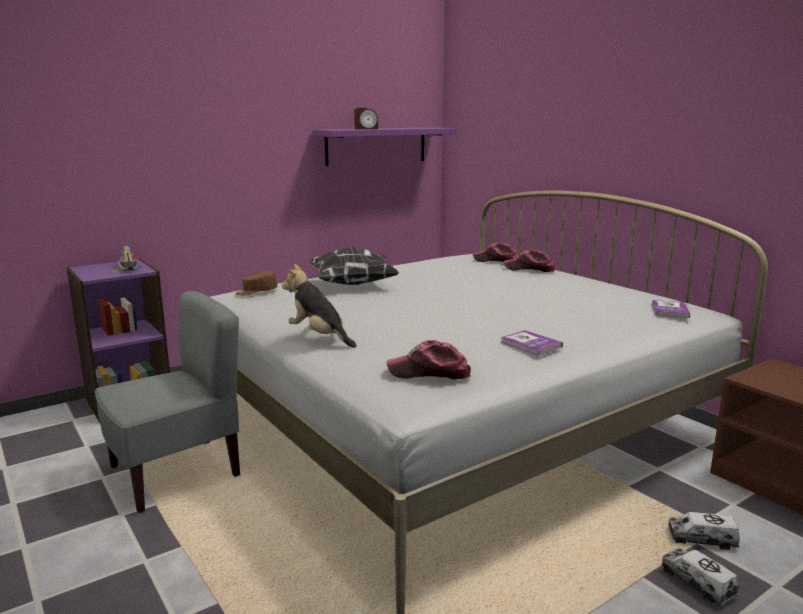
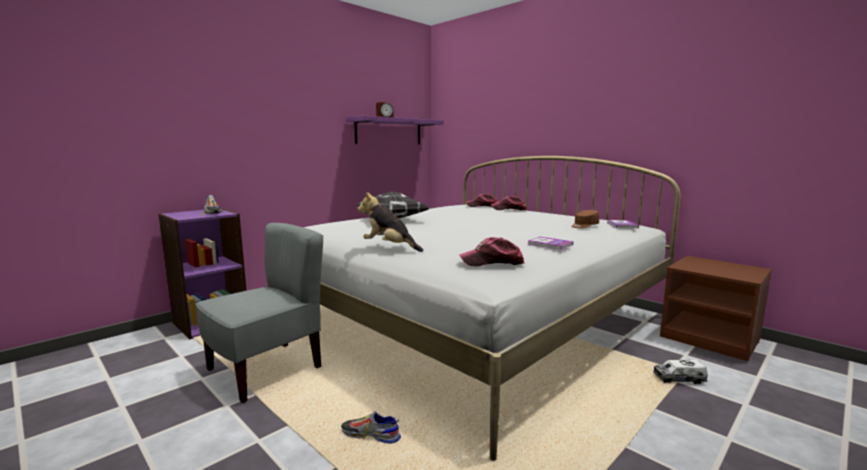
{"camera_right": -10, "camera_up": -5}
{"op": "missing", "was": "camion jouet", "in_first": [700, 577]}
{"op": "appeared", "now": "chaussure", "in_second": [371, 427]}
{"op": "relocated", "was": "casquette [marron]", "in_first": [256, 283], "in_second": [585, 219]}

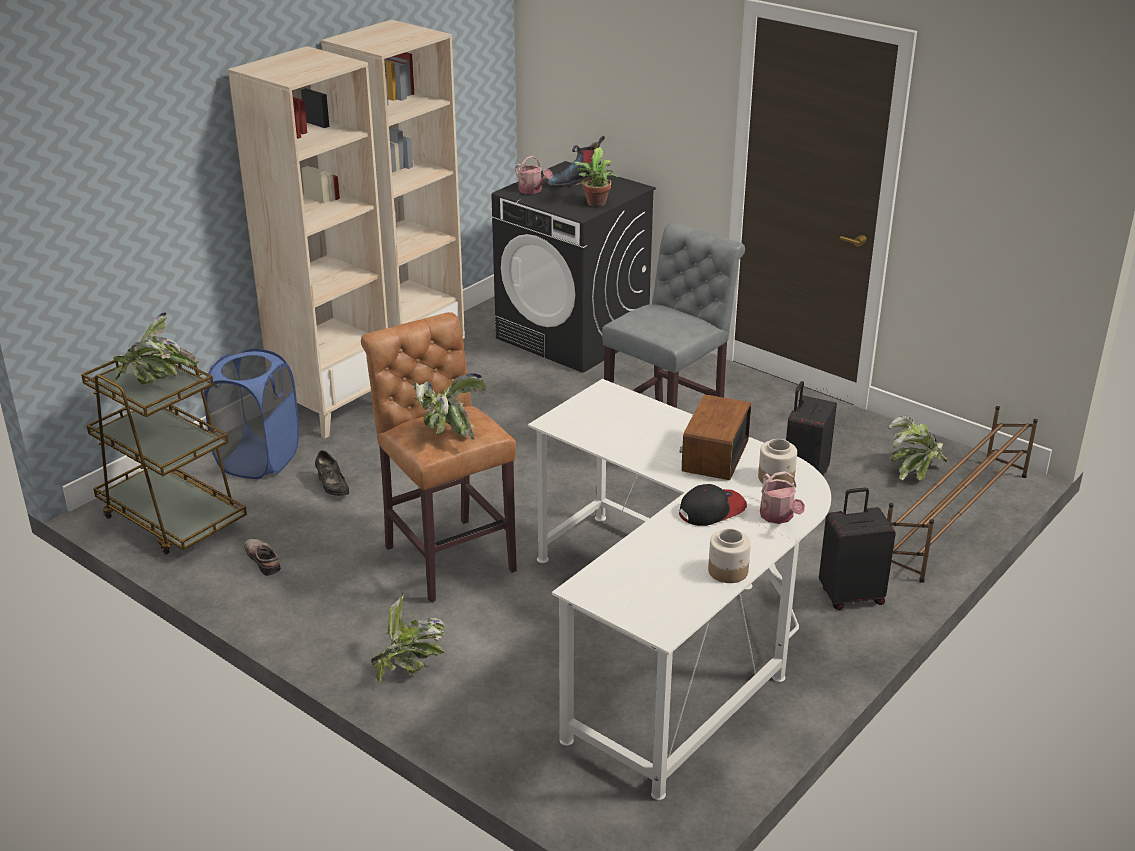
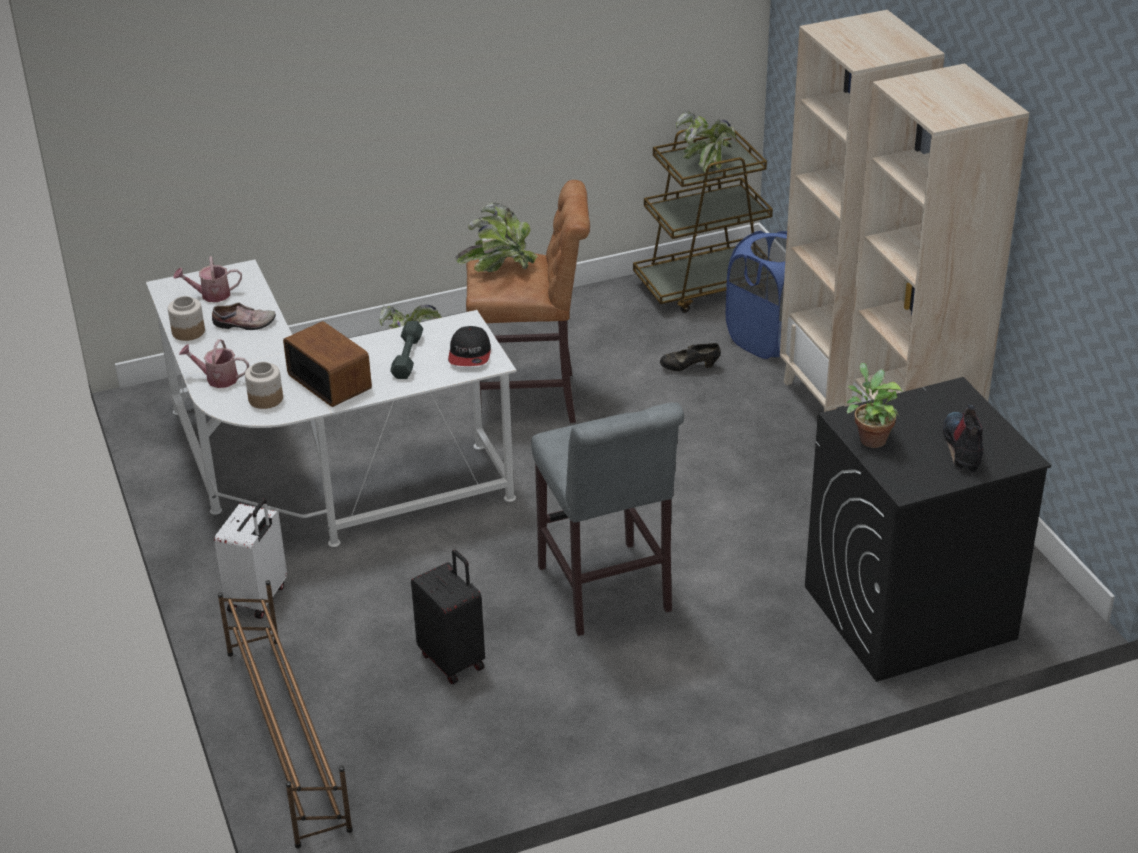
{"camera_right": 120, "camera_up": 5}
{"op": "missing", "was": "plante en pot", "in_first": [917, 447]}
{"op": "appeared", "now": "haltère [gris]", "in_second": [406, 350]}
{"op": "relocated", "was": "chaussure", "in_first": [262, 557], "in_second": [244, 316]}
{"op": "relocated", "was": "arrosoir", "in_first": [534, 175], "in_second": [207, 279]}
{"op": "relocated", "was": "casquette", "in_first": [713, 505], "in_second": [469, 346]}
{"op": "colour", "was": "valise [noir]", "now": "valise [blanc]", "in_first": [857, 549], "in_second": [250, 559]}

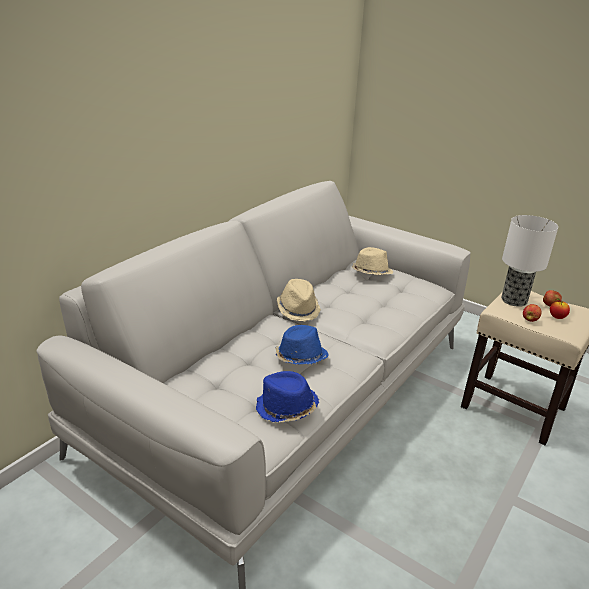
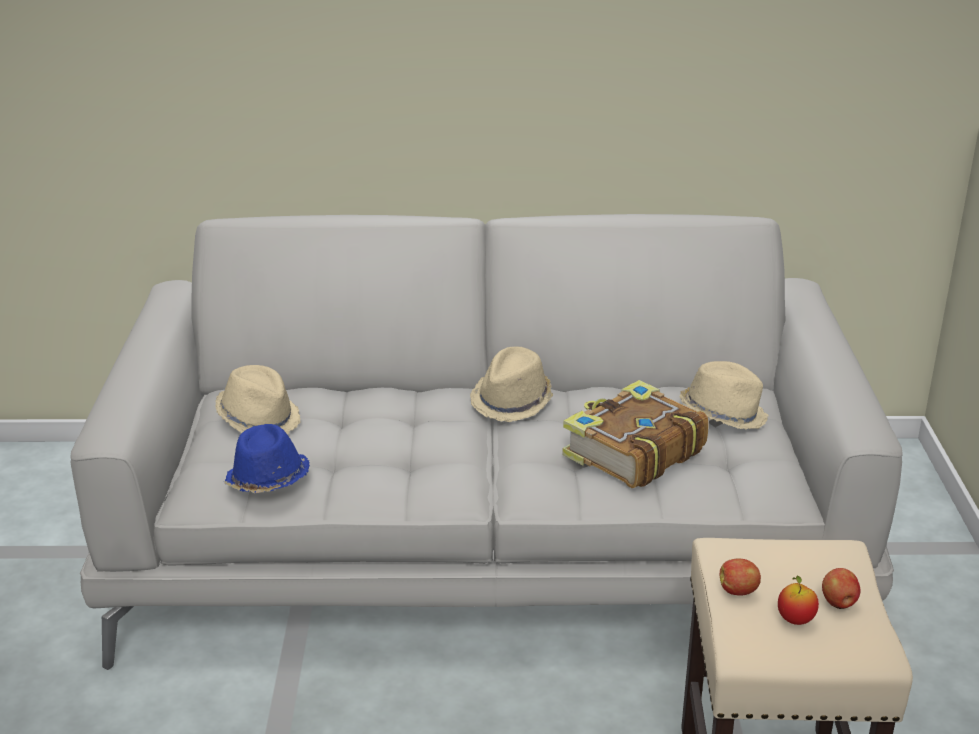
{"camera_right": 55, "camera_up": 0}
{"op": "missing", "was": "chapeau [bleu]", "in_first": [302, 345]}
{"op": "missing", "was": "lampe de table", "in_first": [529, 261]}
{"op": "appeared", "now": "chapeau [beige]", "in_second": [258, 399]}
{"op": "appeared", "now": "livre", "in_second": [635, 434]}

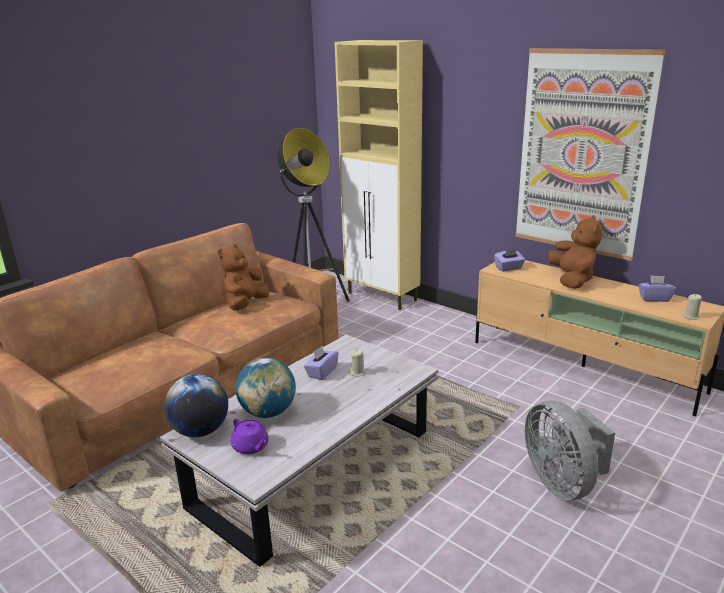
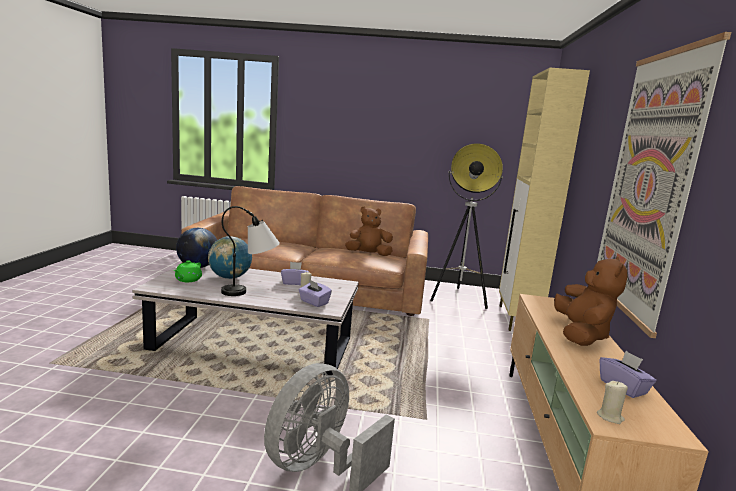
{"camera_right": 55, "camera_up": -10}
{"op": "appeared", "now": "lampe de table", "in_second": [250, 251]}
{"op": "relocated", "was": "boîte à mouchoirs [violet]", "in_first": [509, 260], "in_second": [315, 293]}
{"op": "colour", "was": "théière [violet]", "now": "théière [vert]", "in_first": [249, 437], "in_second": [188, 271]}
{"op": "spun", "was": "peluche [marron]", "in_first": [575, 252], "in_second": [590, 301], "clockwise": -45}

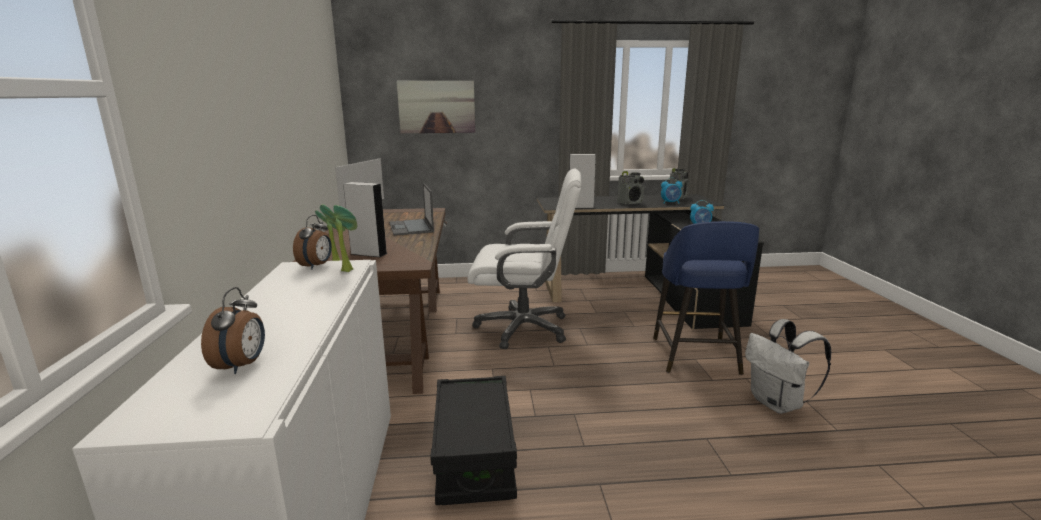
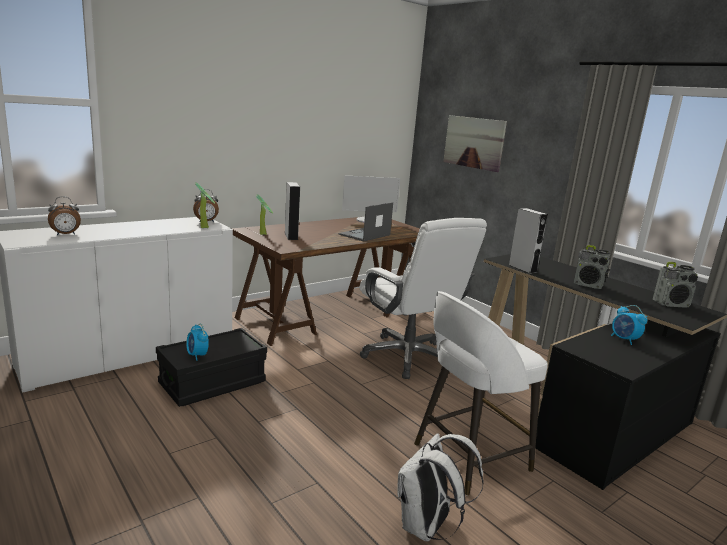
{"camera_right": 55, "camera_up": 0}
{"op": "relocated", "was": "réveil", "in_first": [671, 191], "in_second": [197, 342]}
{"op": "colour", "was": "tabouret [bleu]", "now": "tabouret [blanc]", "in_first": [706, 298], "in_second": [481, 393]}

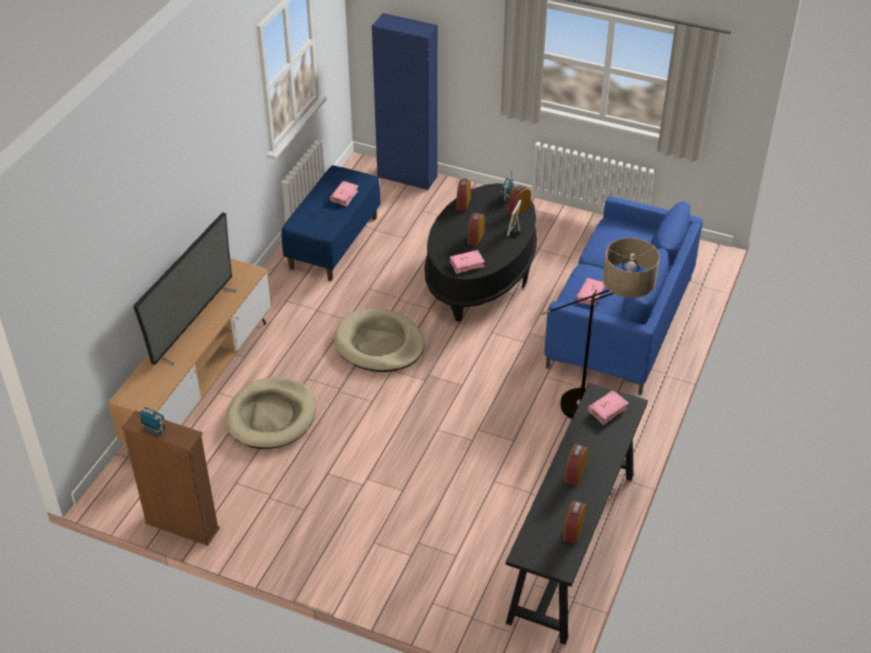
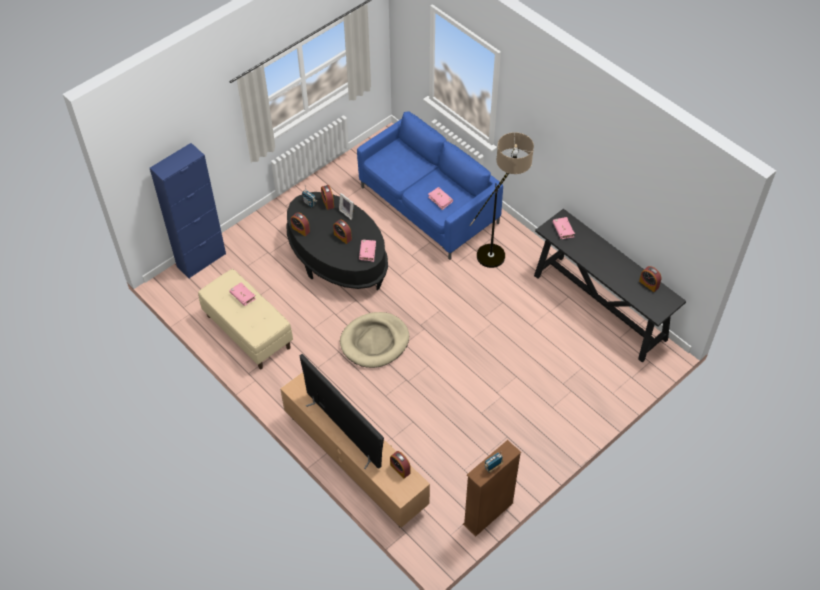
{"camera_right": -65, "camera_up": 10}
{"op": "missing", "was": "panier pour chien [beige]", "in_first": [270, 413]}
{"op": "relocated", "was": "réveil", "in_first": [576, 465], "in_second": [400, 465]}
{"op": "colour", "was": "banc [bleu]", "now": "banc [beige]", "in_first": [330, 223], "in_second": [245, 319]}

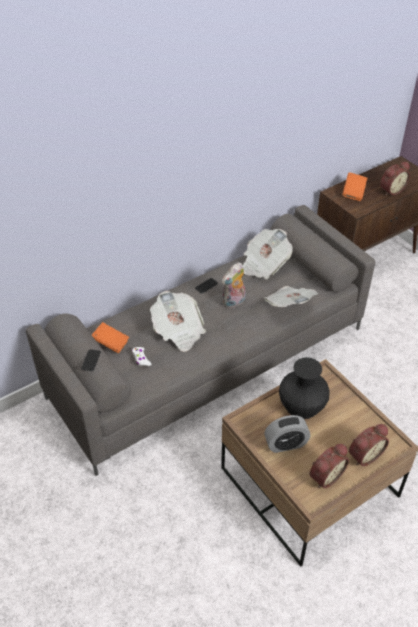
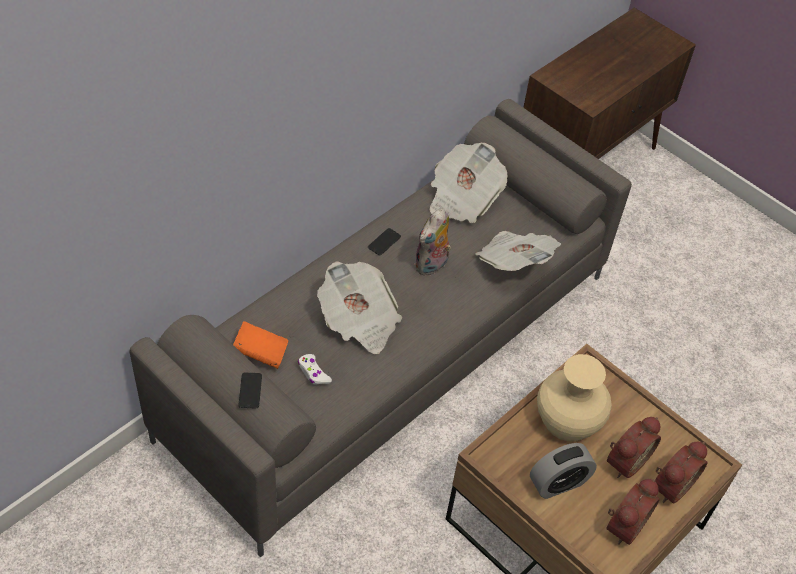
{"camera_right": -15, "camera_up": 5}
{"op": "missing", "was": "livre [orange]", "in_first": [355, 187]}
{"op": "relocated", "was": "réveil", "in_first": [395, 179], "in_second": [634, 447]}
{"op": "colour", "was": "vase [noir]", "now": "vase [beige]", "in_first": [304, 388], "in_second": [574, 397]}

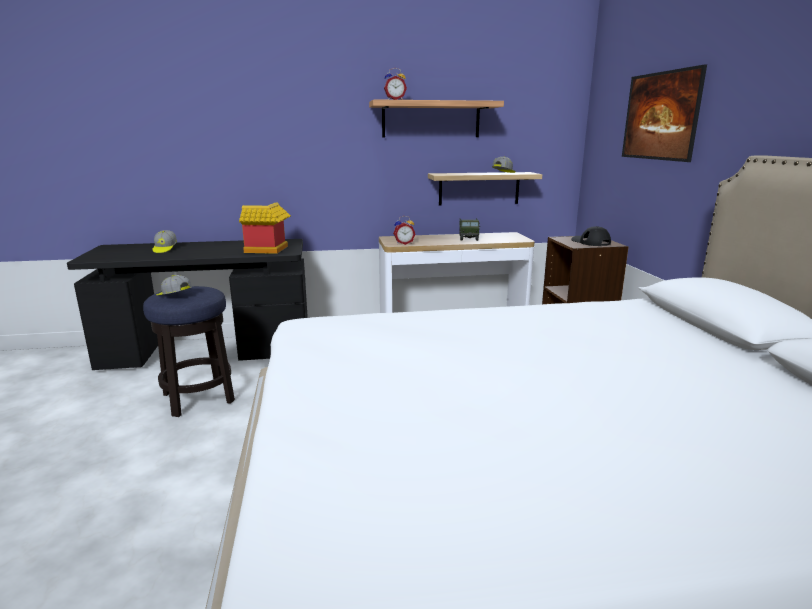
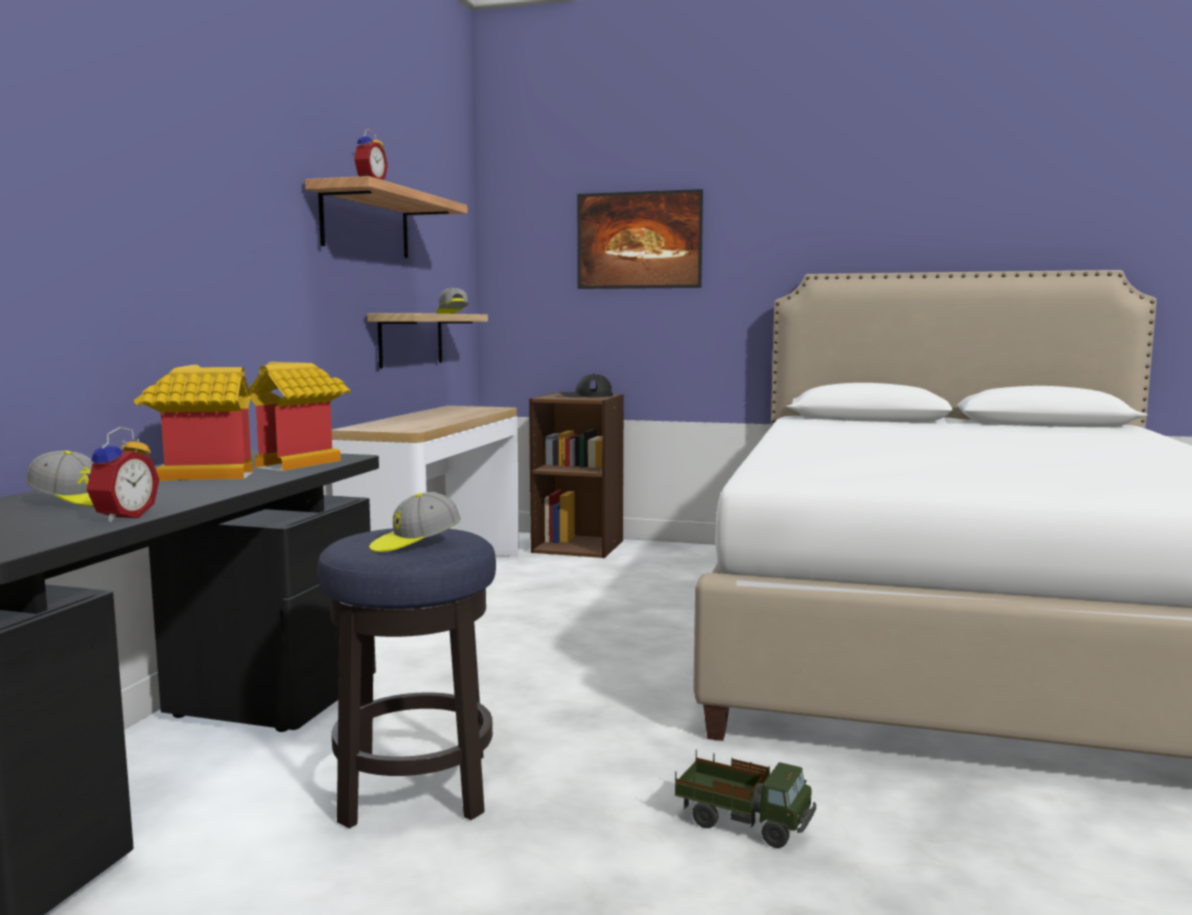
{"camera_right": -65, "camera_up": -10}
{"op": "appeared", "now": "maison miniature", "in_second": [193, 423]}
{"op": "relocated", "was": "réveil", "in_first": [404, 230], "in_second": [122, 475]}
{"op": "relocated", "was": "camion jouet", "in_first": [469, 229], "in_second": [745, 798]}

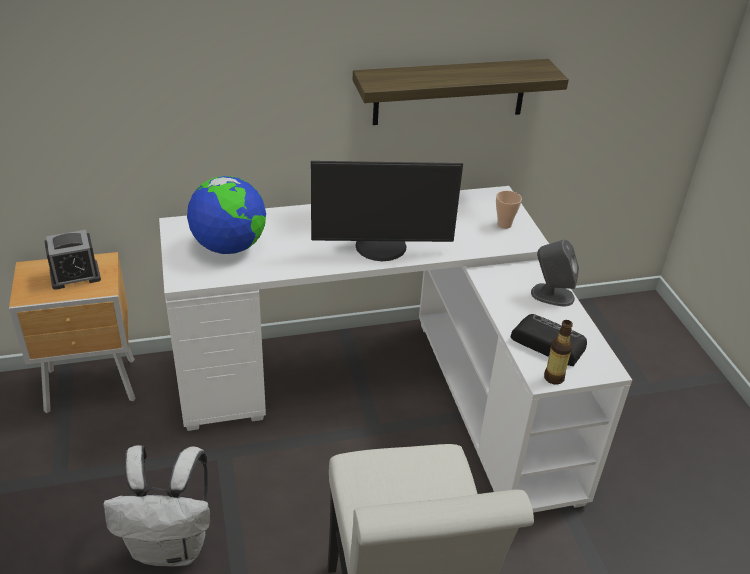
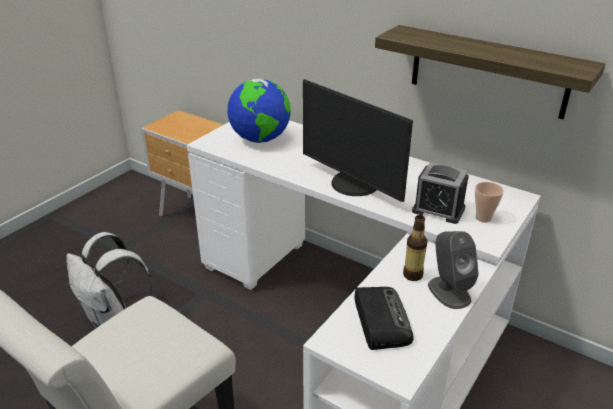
{"camera_right": 50, "camera_up": -5}
{"op": "relocated", "was": "réveil", "in_first": [72, 260], "in_second": [440, 193]}
{"op": "relocated", "was": "bouteille", "in_first": [558, 352], "in_second": [415, 248]}

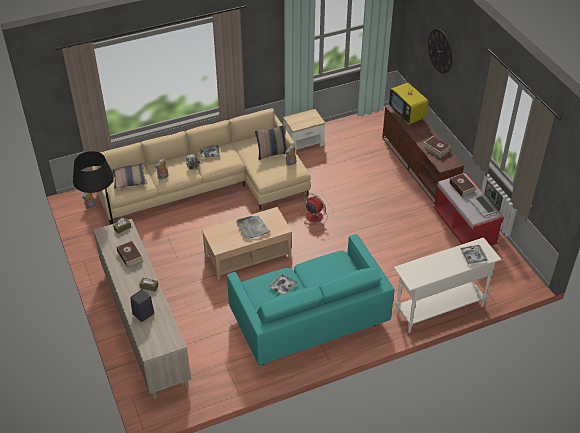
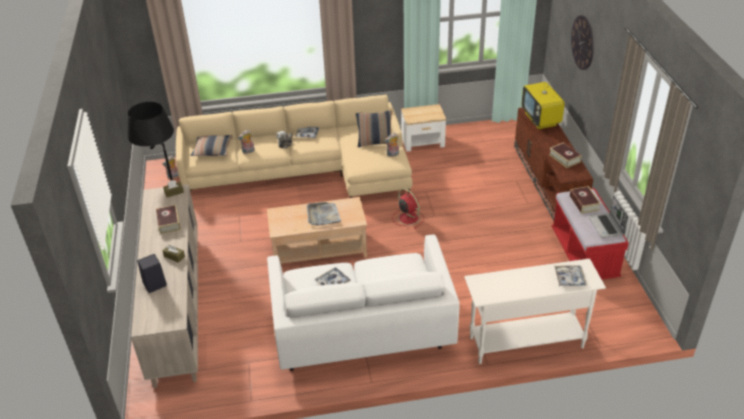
{"camera_right": 15, "camera_up": -5}
{"op": "colour", "was": "canapé [turquoise]", "now": "canapé [blanc]", "in_first": [310, 299], "in_second": [363, 302]}

